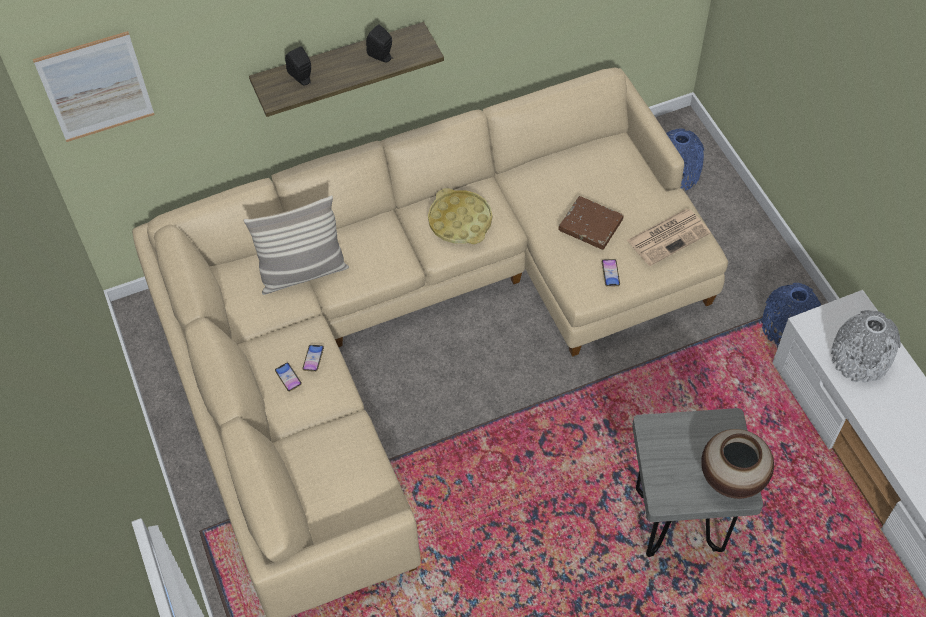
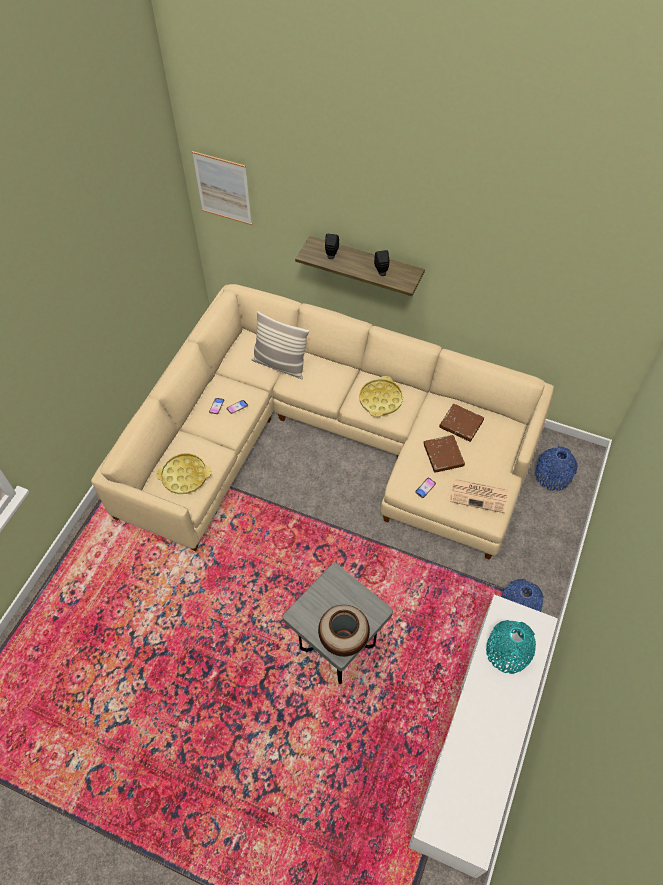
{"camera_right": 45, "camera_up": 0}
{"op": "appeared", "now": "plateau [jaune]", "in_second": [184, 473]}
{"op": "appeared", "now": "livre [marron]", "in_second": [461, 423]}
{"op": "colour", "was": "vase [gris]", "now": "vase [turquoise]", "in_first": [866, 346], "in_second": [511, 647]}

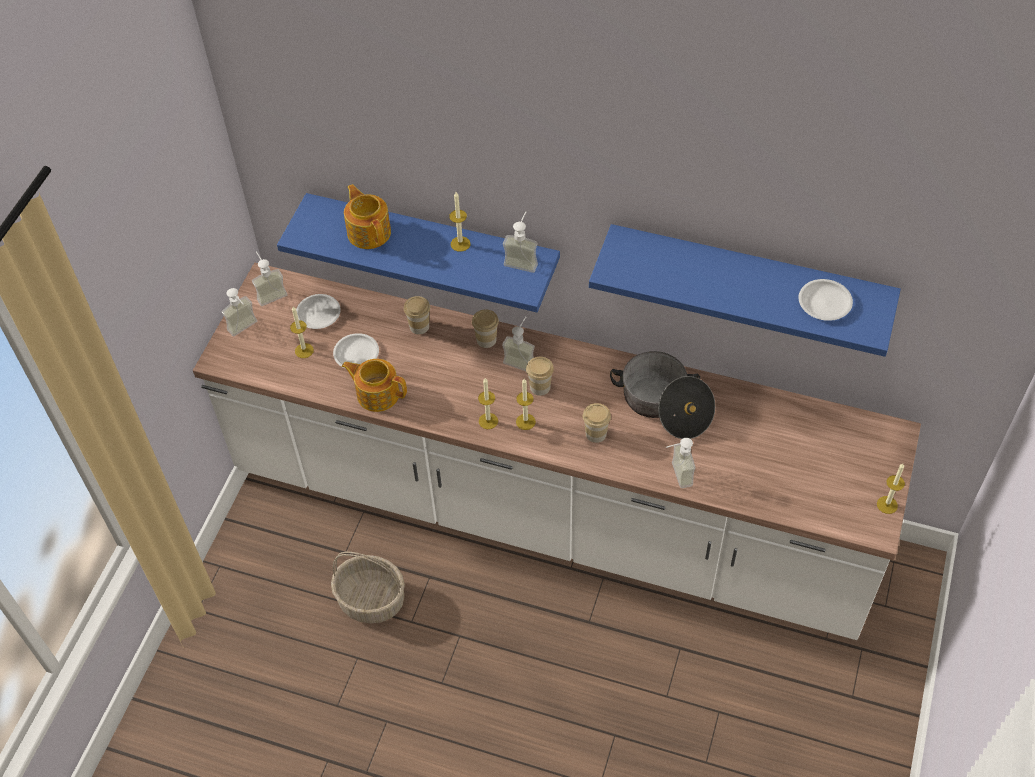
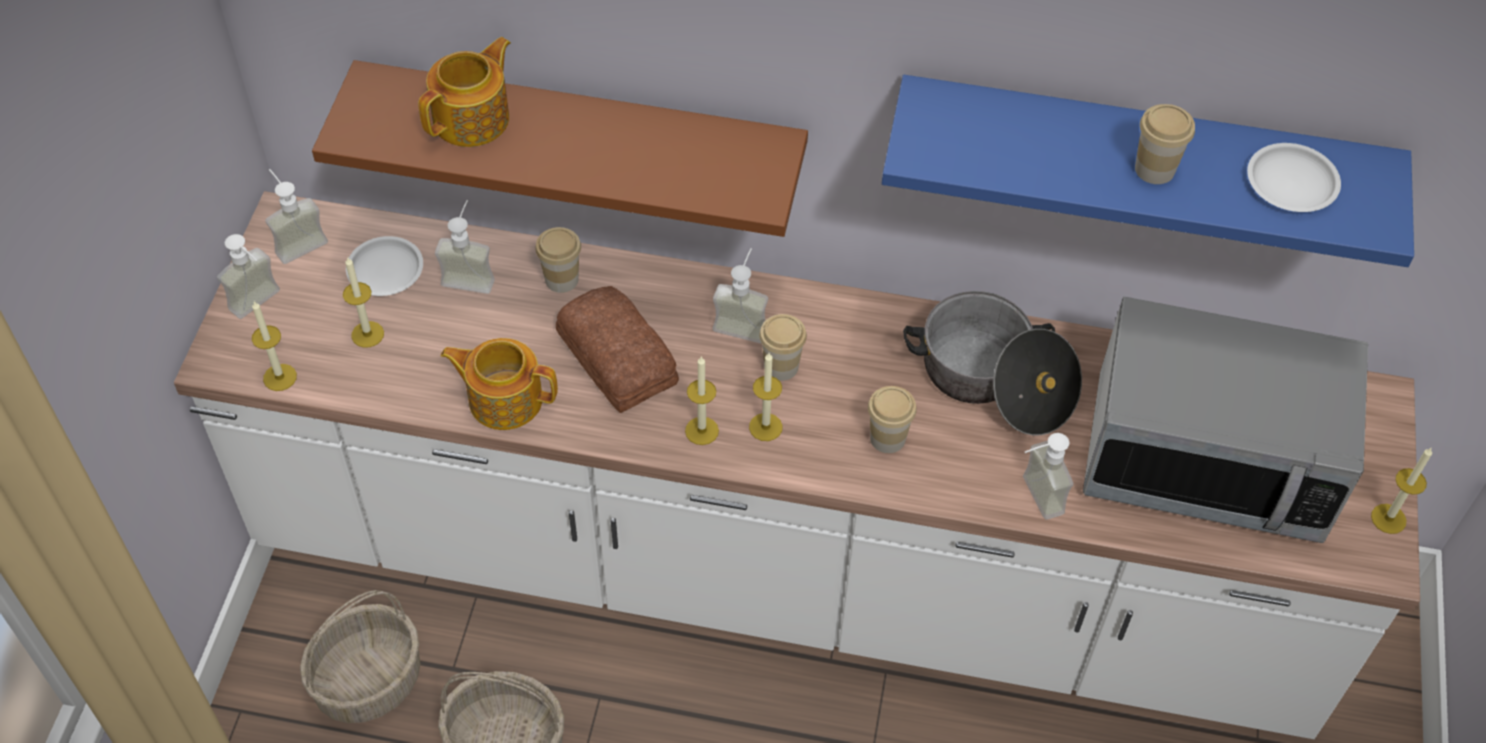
{"camera_right": -10, "camera_up": 0}
{"op": "missing", "was": "assiette [blanc]", "in_first": [356, 351]}
{"op": "appeared", "now": "panier", "in_second": [360, 656]}
{"op": "appeared", "now": "pain", "in_second": [617, 349]}
{"op": "appeared", "now": "micro-ondes", "in_second": [1225, 420]}
{"op": "relocated", "was": "bougie", "in_first": [460, 222], "in_second": [274, 346]}
{"op": "relocated", "was": "tasse", "in_first": [485, 328], "in_second": [1165, 144]}
{"op": "relocated", "was": "distributeur de savon", "in_first": [520, 242], "in_second": [465, 247]}
{"op": "colour", "was": "étagère [bleu]", "now": "étagère [marron]", "in_first": [418, 252], "in_second": [560, 148]}
{"op": "spun", "was": "théière", "in_first": [367, 216], "in_second": [464, 92], "clockwise": 75}

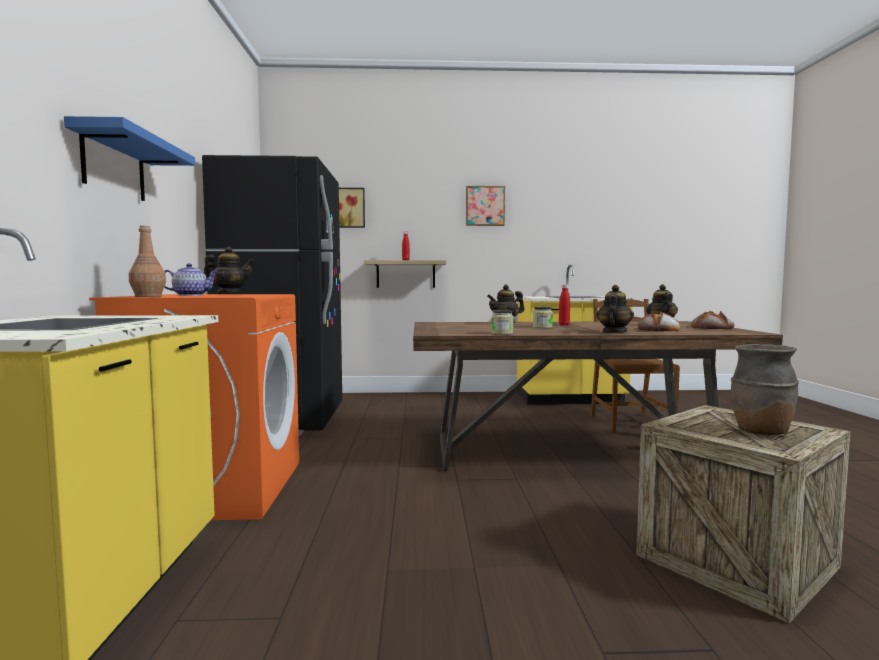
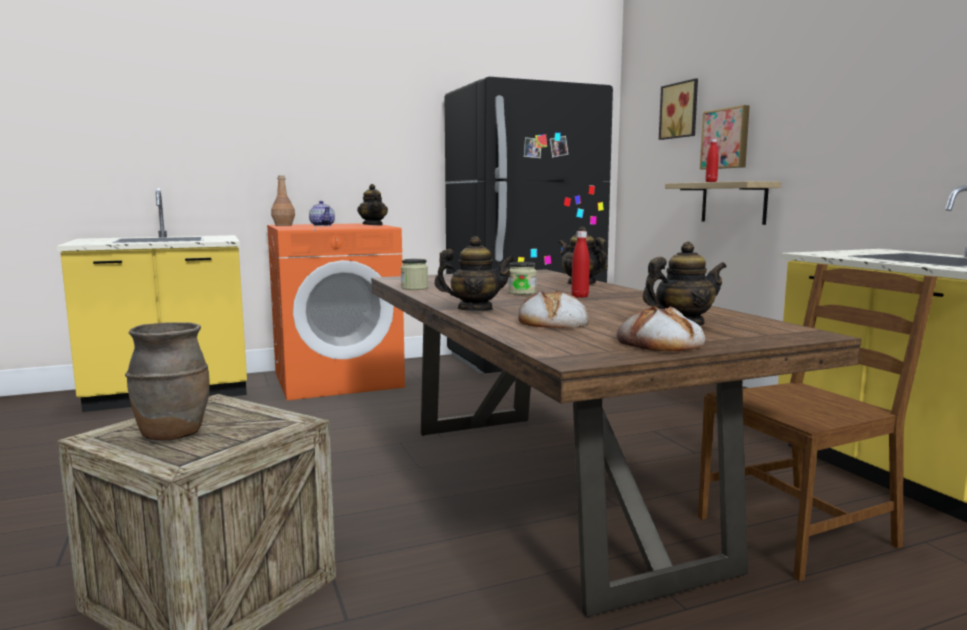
{"camera_right": 70, "camera_up": 5}
{"op": "missing", "was": "étagère [bleu]", "in_first": [129, 158]}
{"op": "relocated", "was": "tableau", "in_first": [485, 206], "in_second": [725, 137]}

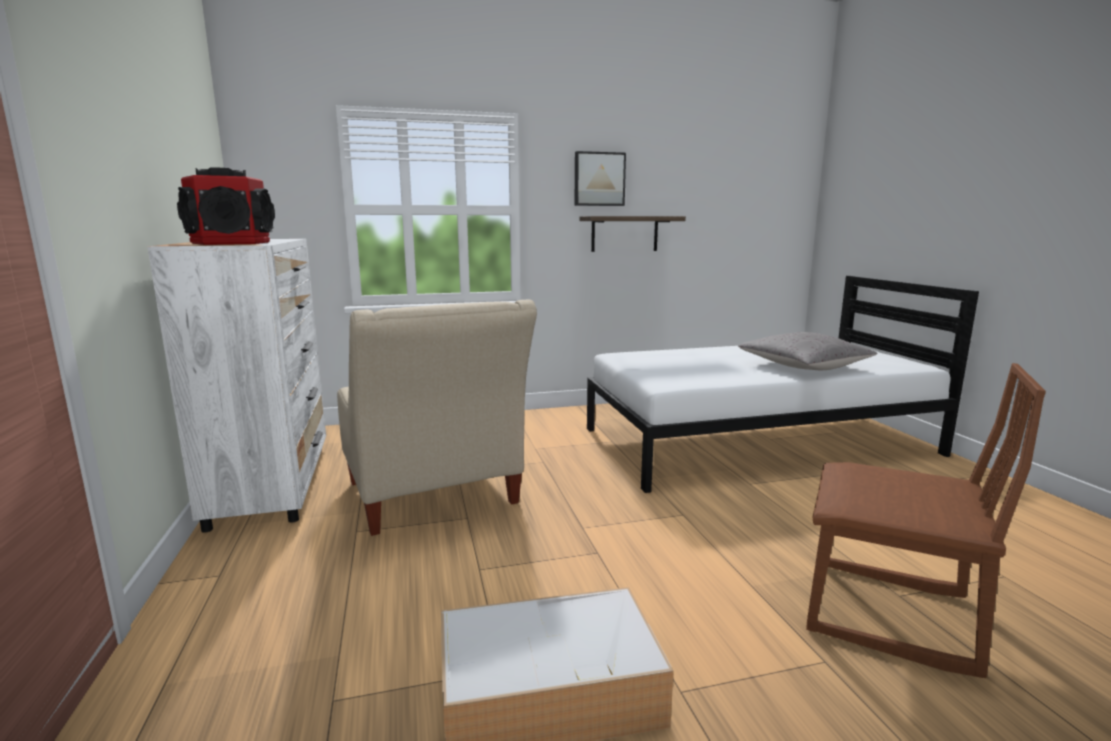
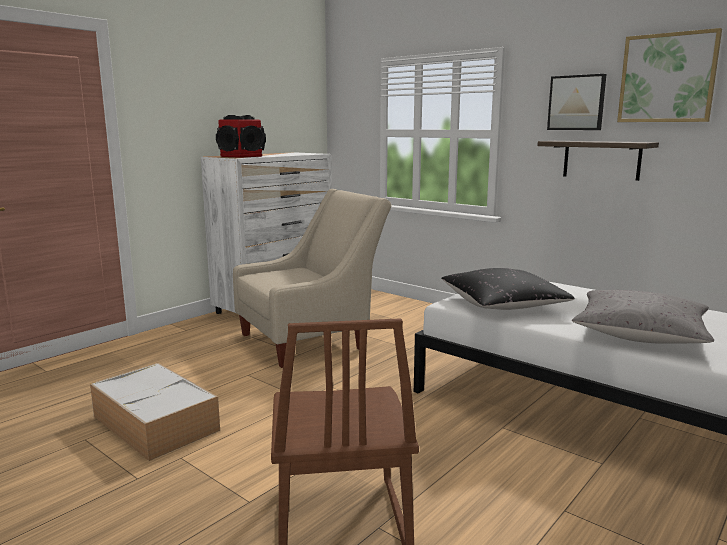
{"camera_right": 55, "camera_up": 0}
{"op": "appeared", "now": "coussin [noir]", "in_second": [508, 289]}
{"op": "appeared", "now": "tableau", "in_second": [669, 75]}
{"op": "spun", "was": "fauteuil [beige]", "in_first": [437, 418], "in_second": [312, 278], "clockwise": -150}

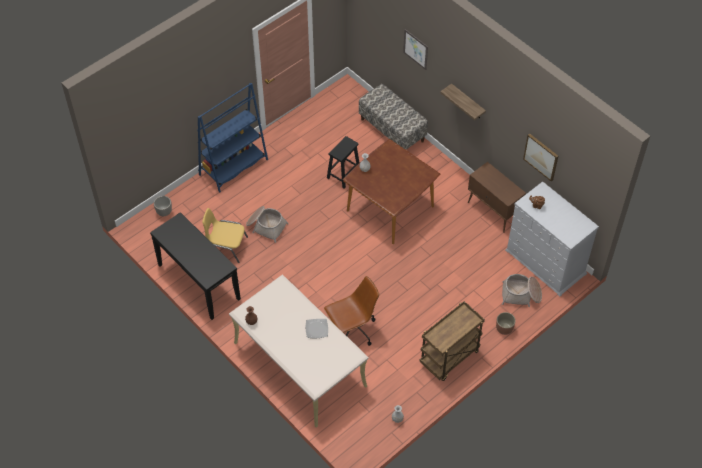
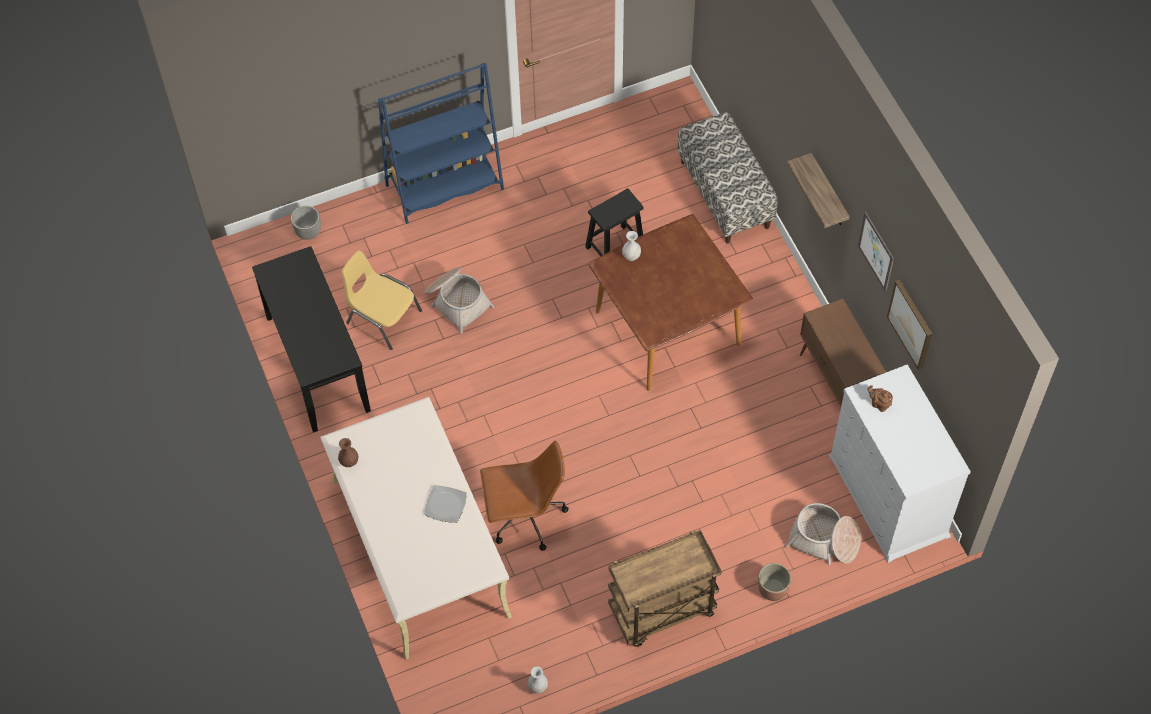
{"camera_right": 20, "camera_up": 5}
{"op": "relocated", "was": "tableau", "in_first": [415, 49], "in_second": [876, 252]}

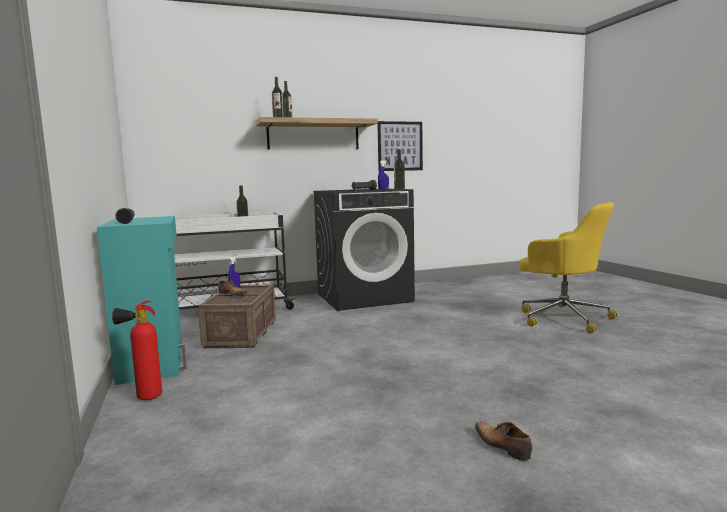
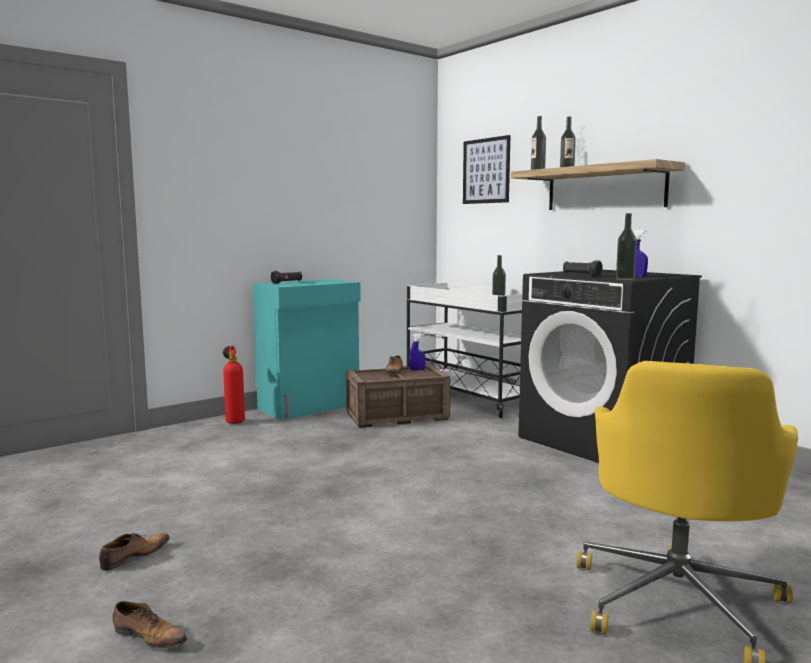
{"camera_right": 70, "camera_up": 0}
{"op": "appeared", "now": "chaussure", "in_second": [150, 625]}
{"op": "relocated", "was": "tableau", "in_first": [400, 146], "in_second": [487, 169]}

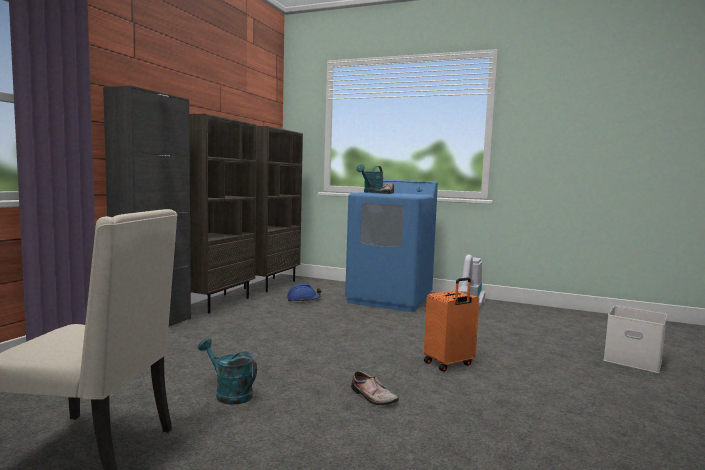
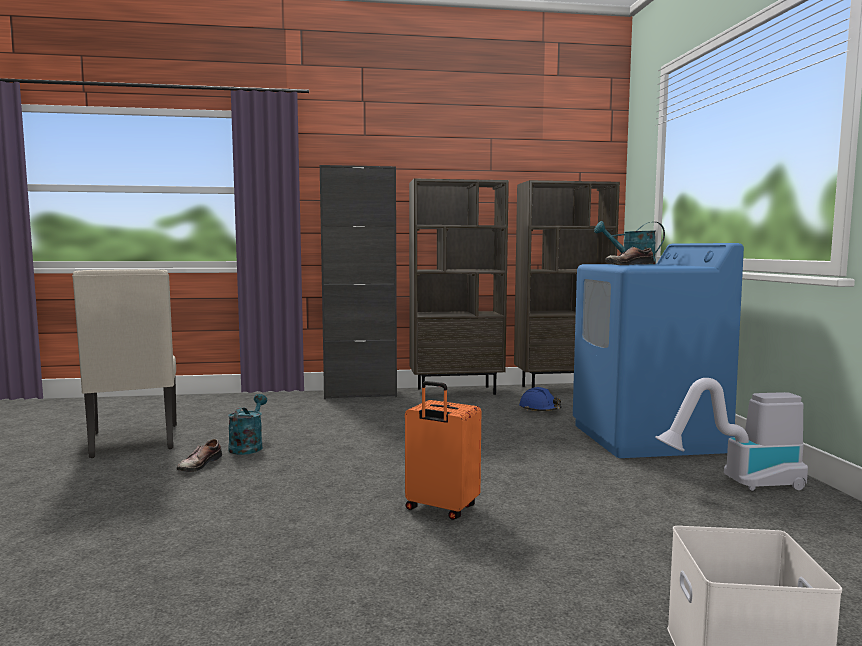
{"camera_right": 60, "camera_up": 0}
{"op": "relocated", "was": "chaussure", "in_first": [375, 388], "in_second": [199, 455]}

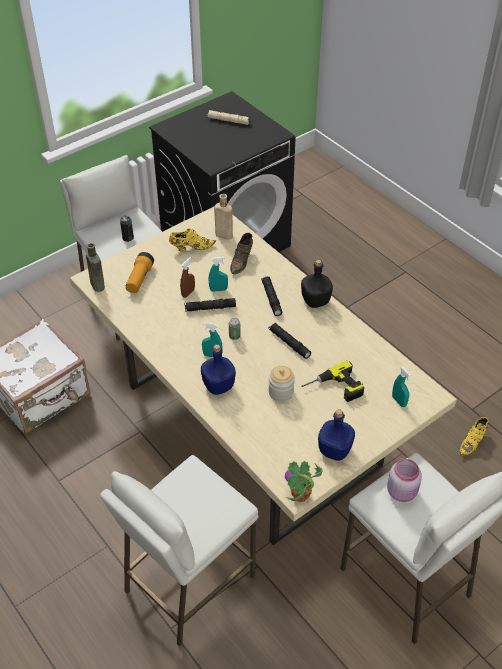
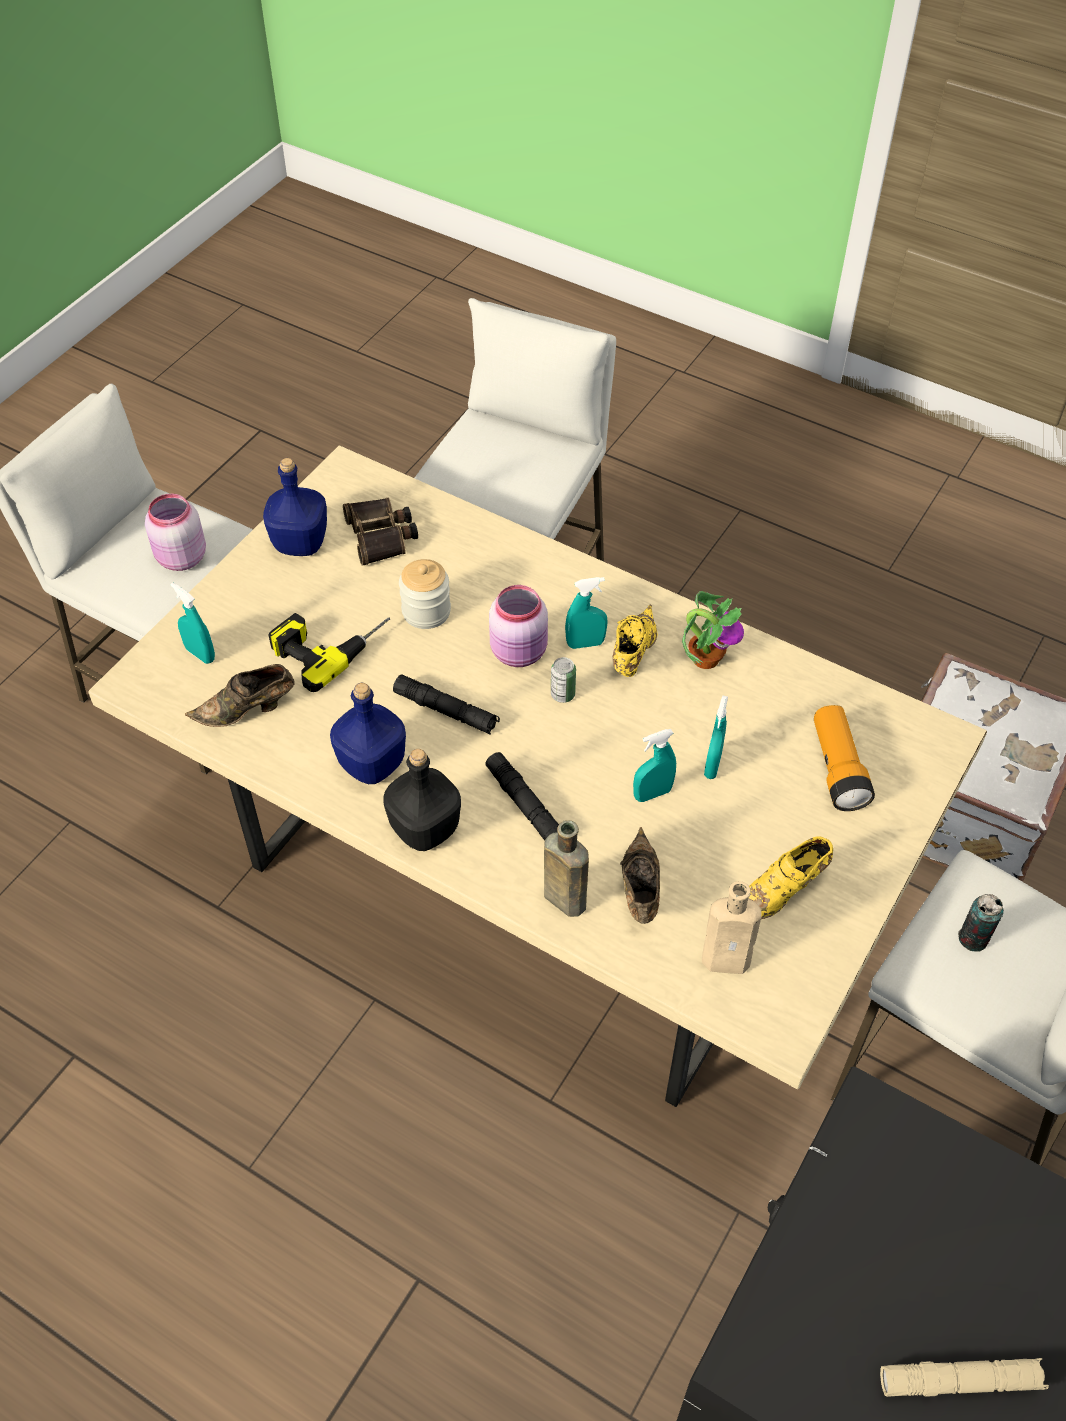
{"camera_right": 160, "camera_up": 5}
{"op": "missing", "was": "lampe de poche [noir]", "in_first": [210, 304]}
{"op": "appeared", "now": "chaussure [marron]", "in_second": [240, 695]}
{"op": "appeared", "now": "jumelles", "in_second": [380, 531]}
{"op": "appeared", "now": "bocal [rose]", "in_second": [518, 626]}
{"op": "relocated", "was": "bouteille [marron]", "in_first": [95, 267], "in_second": [566, 868]}
{"op": "relocated", "was": "bouteille [bleu]", "in_first": [218, 369], "in_second": [368, 733]}
{"op": "relocated", "was": "plante en pot", "in_first": [304, 481], "in_second": [713, 630]}
{"op": "relocated", "was": "chaussure [jaune]", "in_first": [474, 436], "in_second": [635, 641]}
{"op": "colour", "was": "vaporisateur [marron]", "now": "vaporisateur [turquoise]", "in_first": [187, 277], "in_second": [716, 737]}

